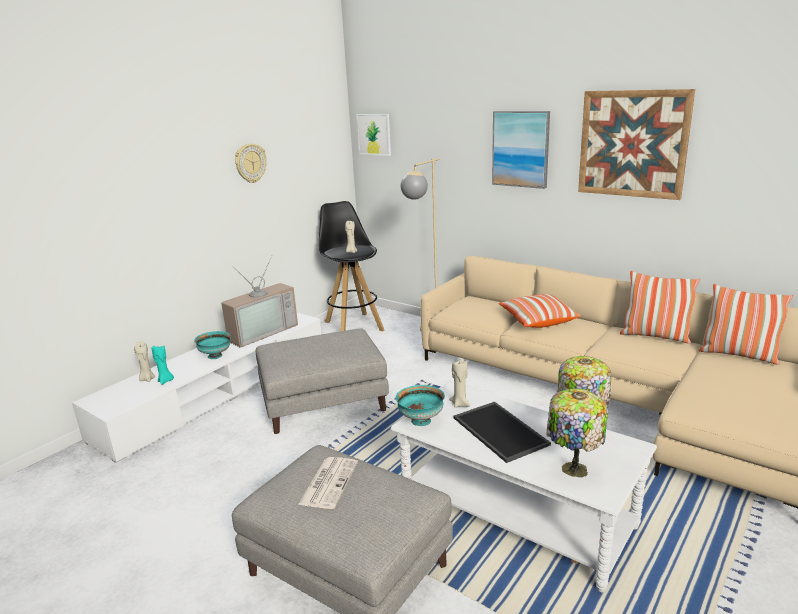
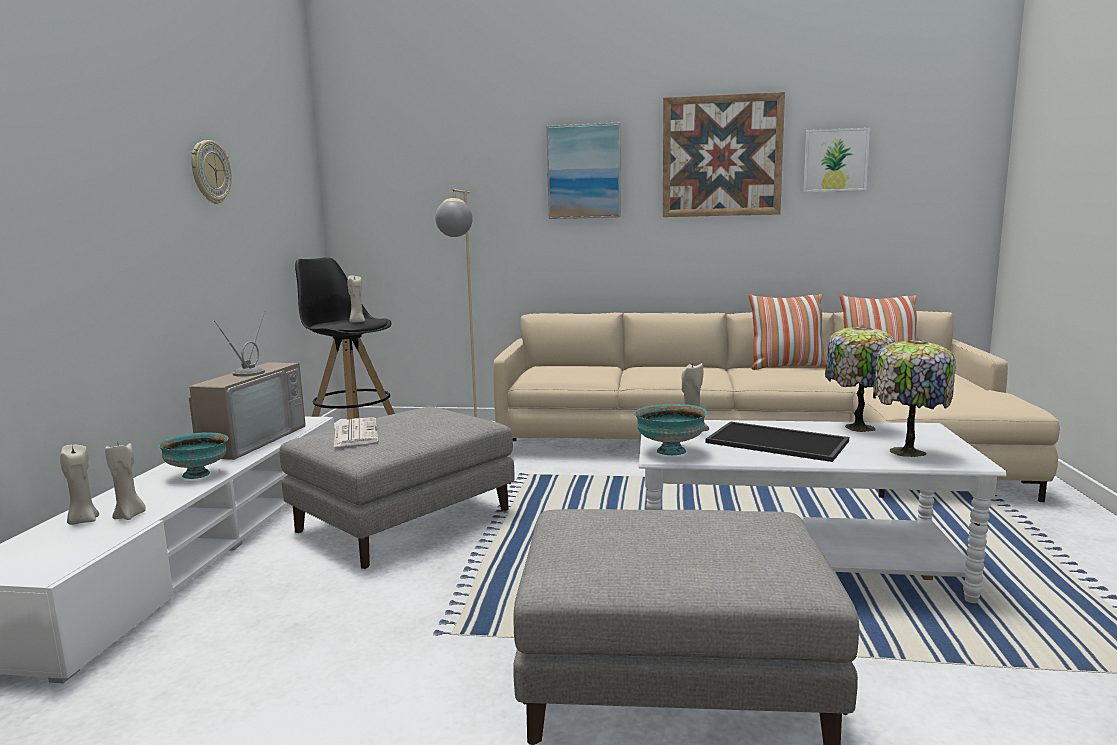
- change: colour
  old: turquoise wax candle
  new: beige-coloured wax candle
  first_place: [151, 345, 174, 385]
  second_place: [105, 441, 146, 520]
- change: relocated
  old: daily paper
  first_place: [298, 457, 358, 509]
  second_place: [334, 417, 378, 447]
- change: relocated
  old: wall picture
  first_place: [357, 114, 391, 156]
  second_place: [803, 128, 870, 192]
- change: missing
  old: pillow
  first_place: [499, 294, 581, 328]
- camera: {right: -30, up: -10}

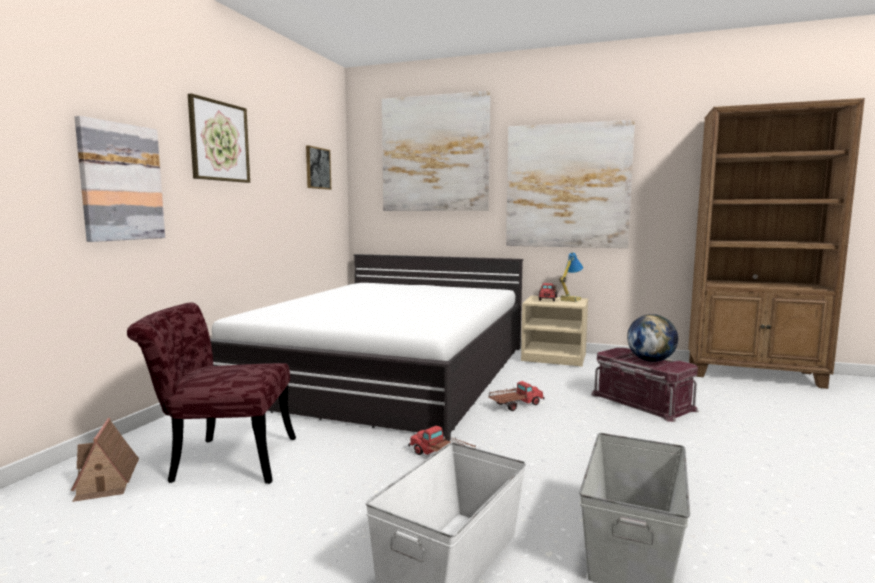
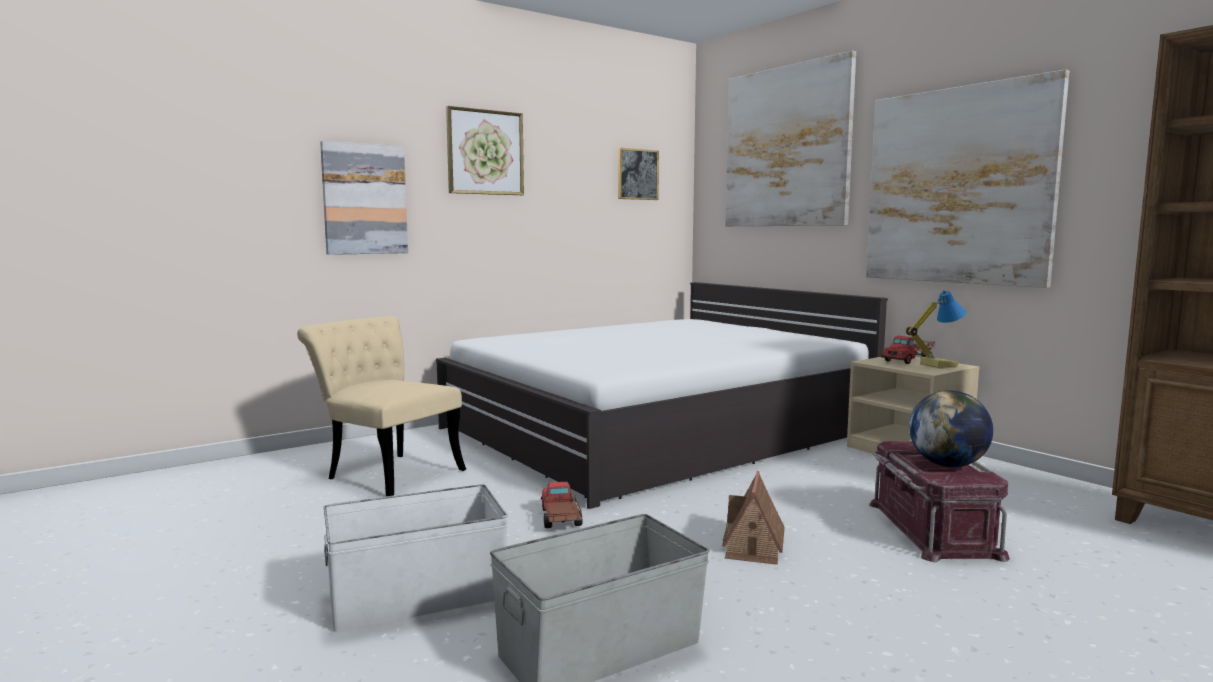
- change: relocated
  old: model house
  first_place: [71, 418, 139, 502]
  second_place: [722, 471, 785, 565]
- change: colour
  old: red plain chair
  new: beige-coloured plain chair
  first_place: [127, 302, 296, 484]
  second_place: [297, 316, 466, 496]
- change: missing
  old: toy truck
  first_place: [488, 381, 545, 411]
- camera: {right: 35, up: 0}

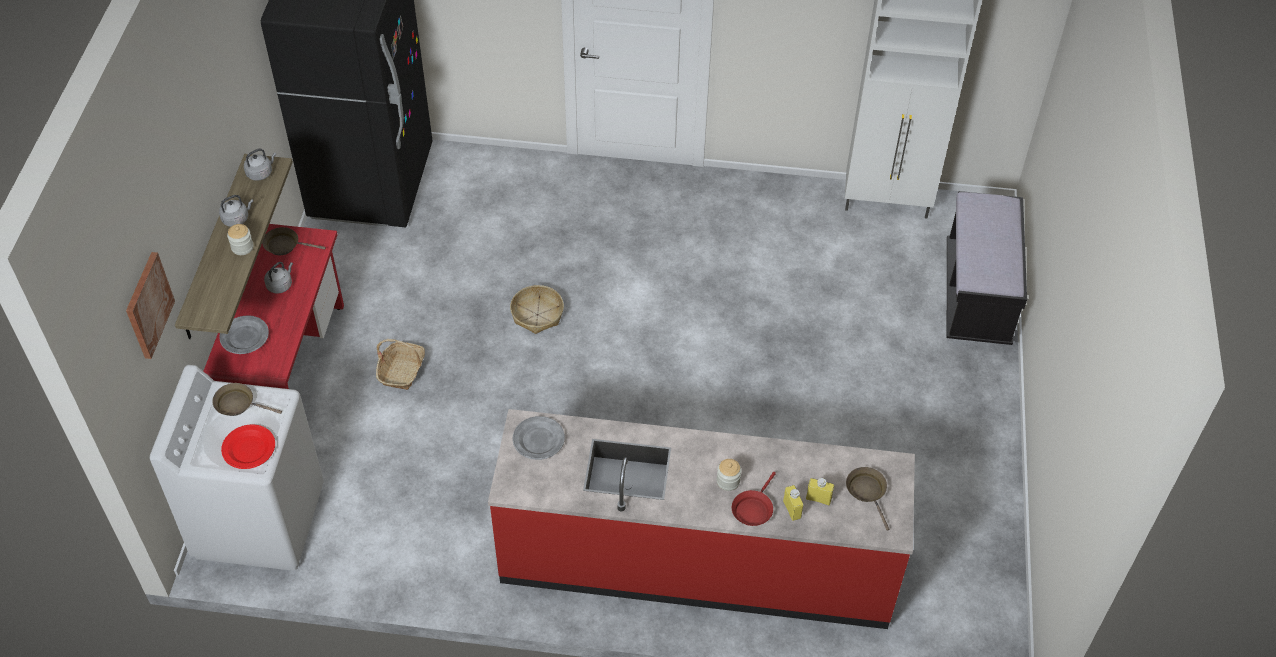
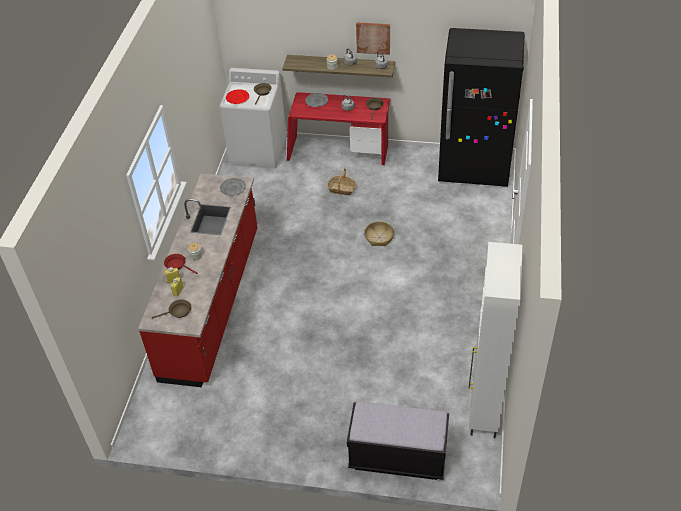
- change: relocated
  old: wall picture
  first_place: [126, 252, 175, 359]
  second_place: [356, 22, 390, 55]
- camera: {right: 95, up: -5}

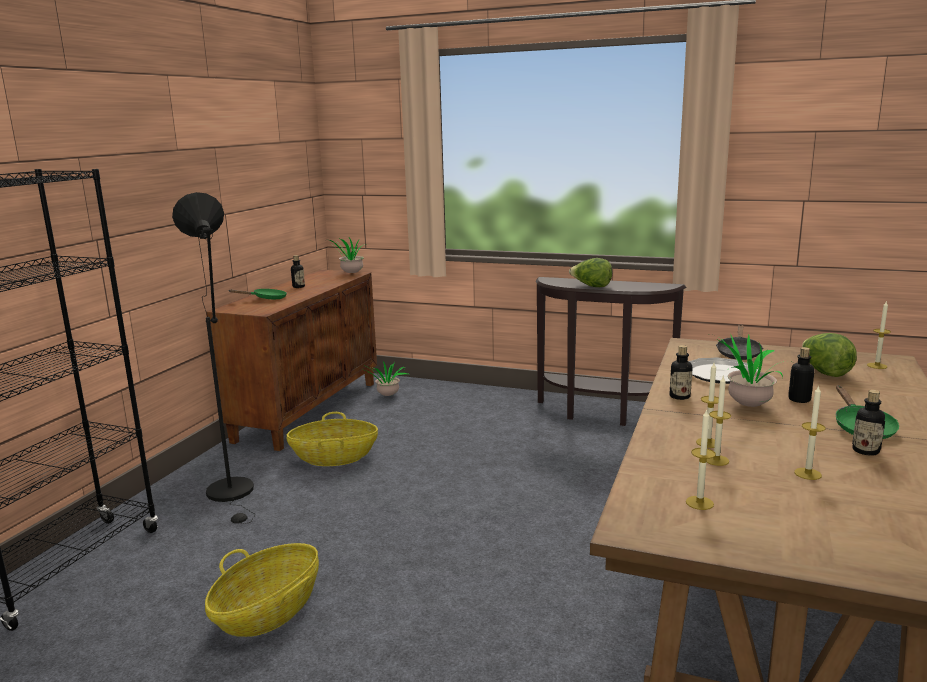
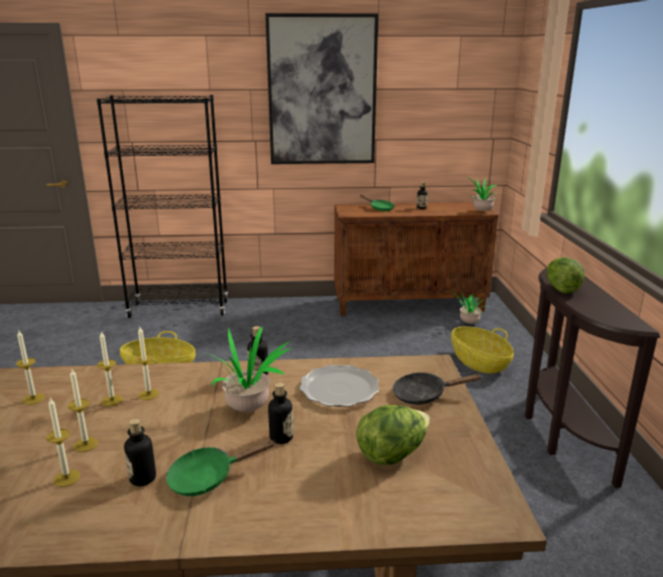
- change: missing
  old: black standing lamp
  first_place: [172, 192, 255, 524]
- change: relocated
  old: storage basket
  first_place: [287, 412, 378, 466]
  second_place: [451, 327, 514, 373]
- change: relocated
  old: wax candle
  first_place: [867, 302, 891, 369]
  second_place: [46, 398, 80, 487]
- change: appeared
  new: wall picture
  second_place: [265, 13, 378, 164]
- camera: {right: 65, up: 5}

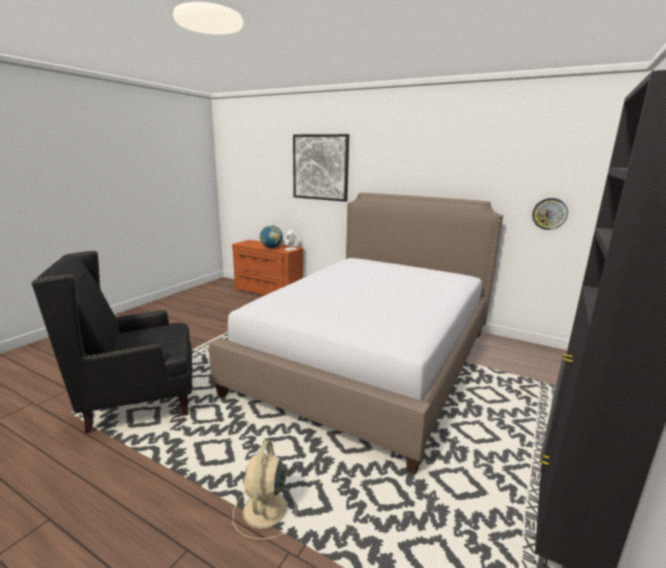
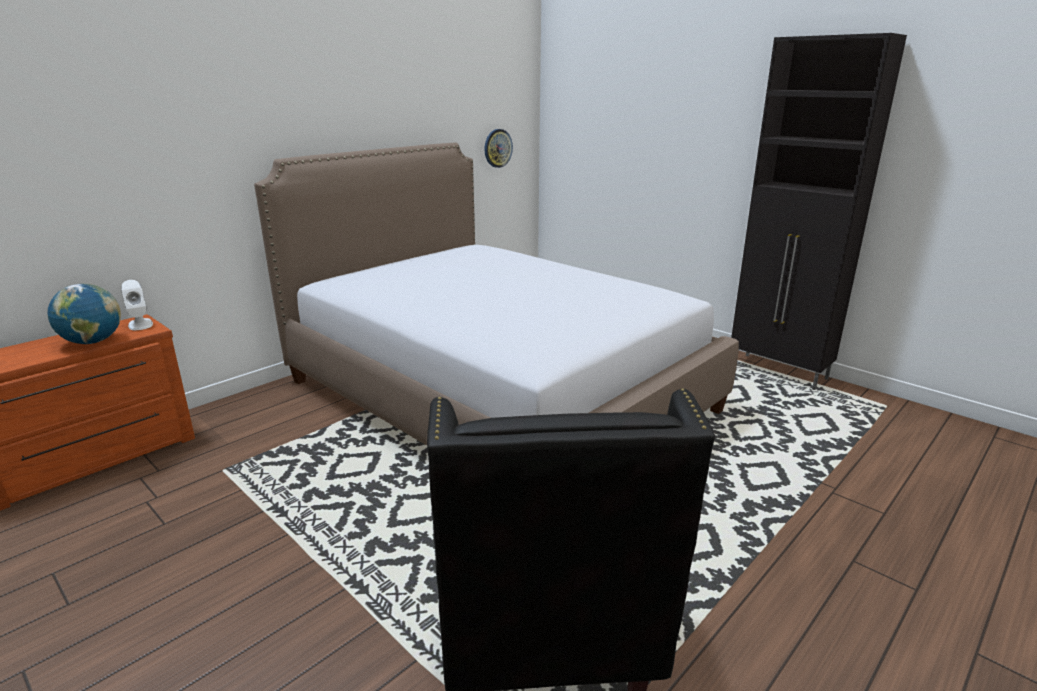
- change: missing
  old: beige-coloured cooling fan
  first_place: [233, 440, 296, 539]
- change: missing
  old: wall picture
  first_place: [293, 134, 349, 202]
- camera: {right: -75, up: 5}

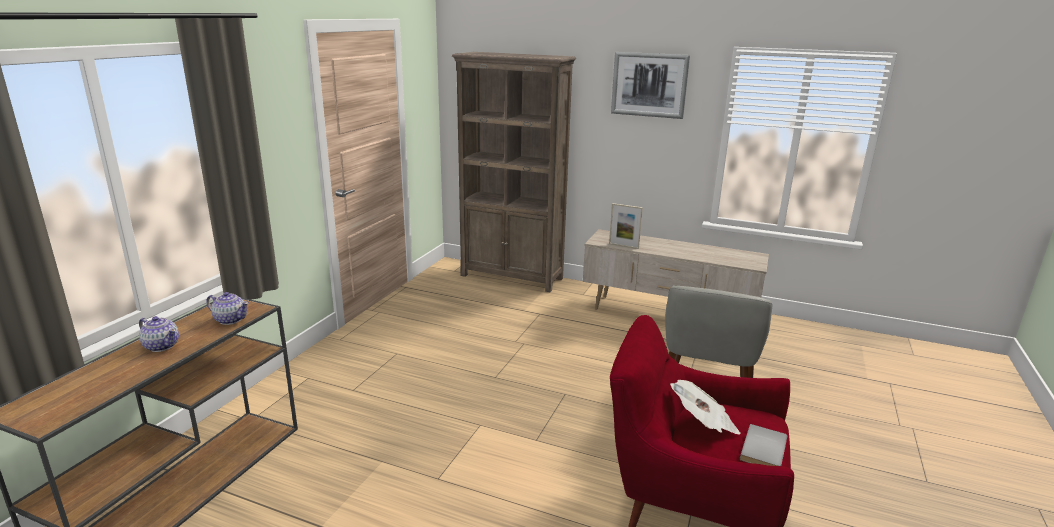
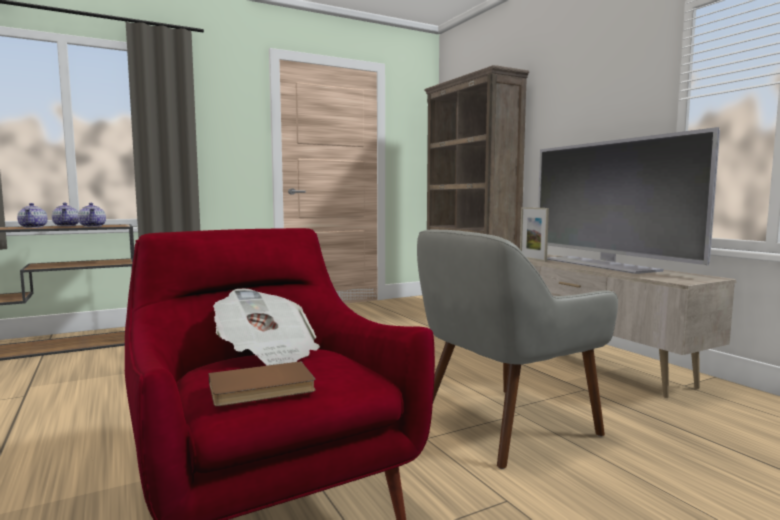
- change: missing
  old: wall picture
  first_place: [611, 52, 690, 119]
- change: colour
  old: grey book
  new: brown book
  first_place: [740, 424, 787, 466]
  second_place: [209, 361, 316, 406]
- change: appeared
  new: pot for tea
  second_place: [52, 203, 79, 226]
- change: appeared
  new: TV set
  second_place: [538, 127, 720, 274]
- camera: {right: 40, up: -15}

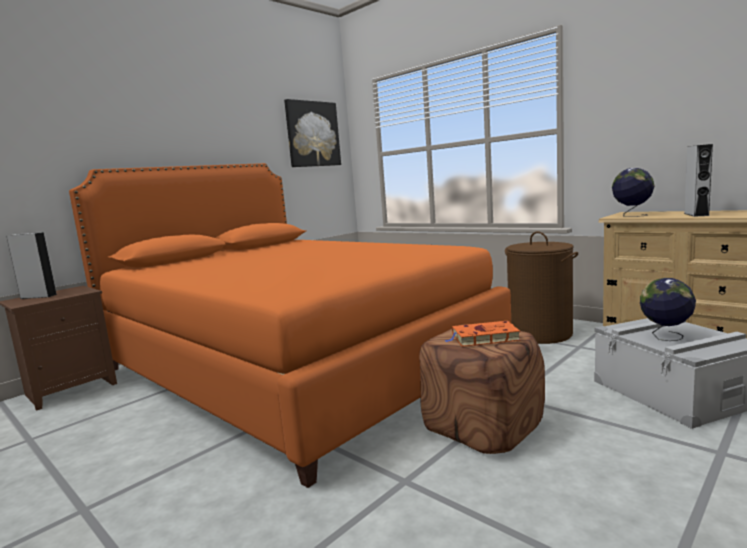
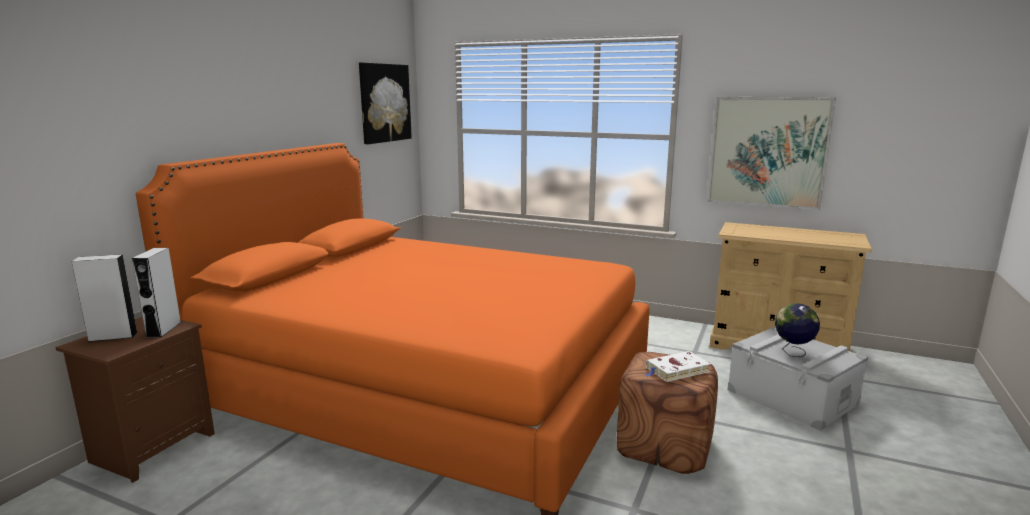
- change: colour
  old: orange-coloured book
  new: white book
  first_place: [444, 321, 521, 347]
  second_place: [645, 351, 710, 382]
- change: missing
  old: brown laundry basket
  first_place: [505, 231, 578, 344]
- change: missing
  old: world globe
  first_place: [612, 168, 654, 217]
- change: relocated
  old: grey speaker
  first_place: [684, 144, 713, 217]
  second_place: [132, 248, 181, 338]
- change: appeared
  new: wall picture
  second_place: [707, 97, 836, 210]
- camera: {right: -20, up: 5}

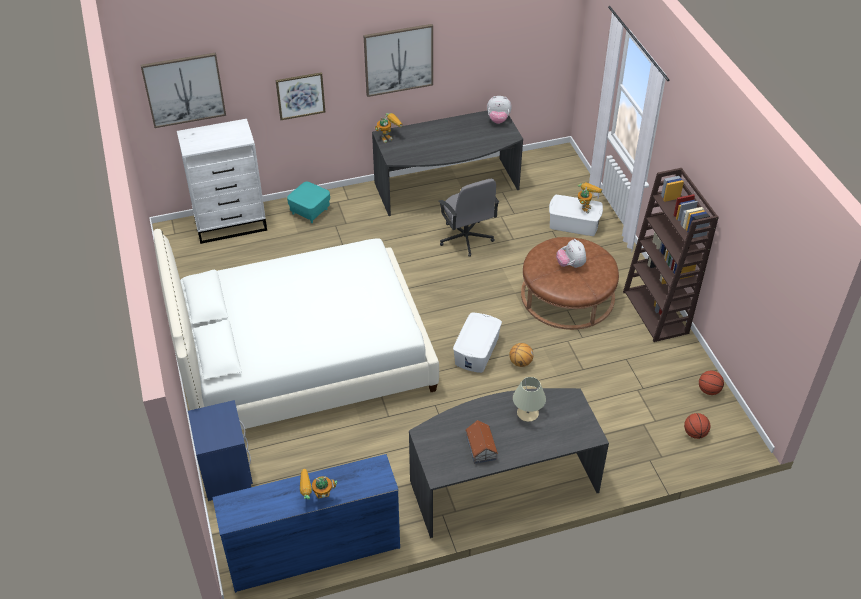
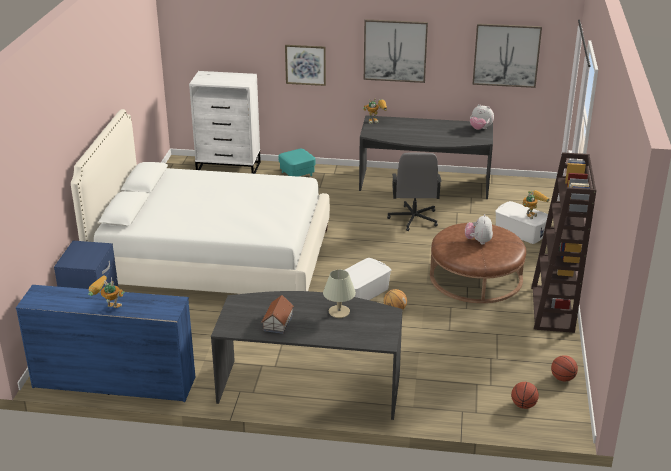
- change: relocated
  old: wall picture
  first_place: [141, 53, 226, 128]
  second_place: [472, 23, 542, 88]
- camera: {right: 25, up: -15}

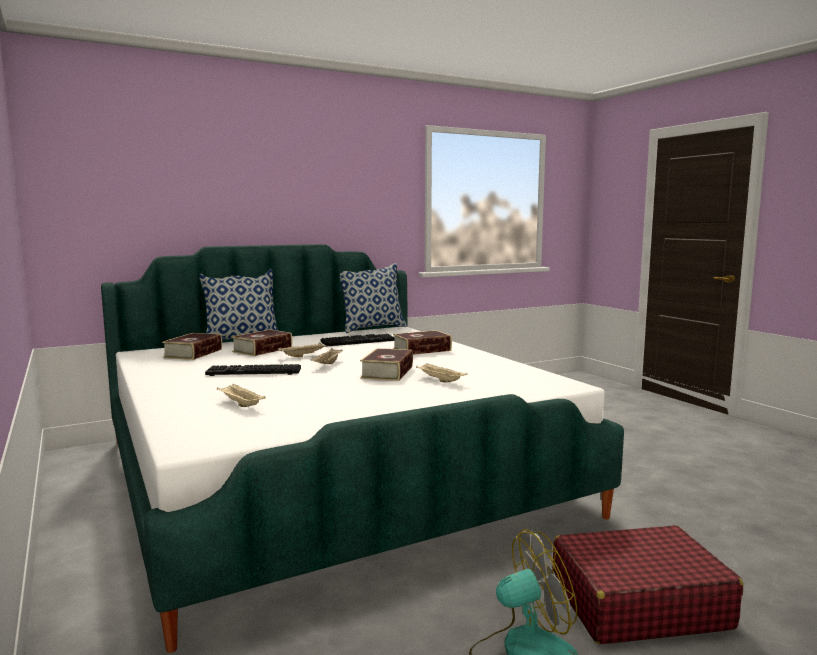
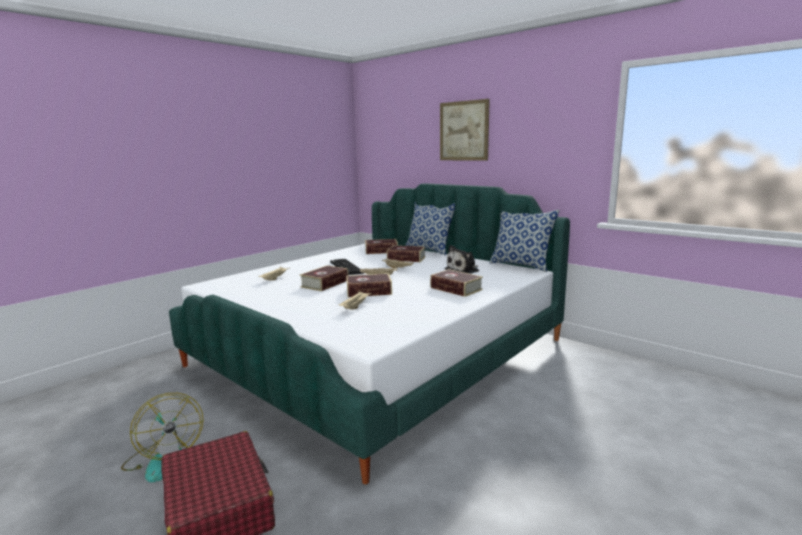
- change: exchanged
  old: computer keyboard
  new: soft toy
  first_place: [320, 334, 394, 346]
  second_place: [445, 245, 479, 274]
- change: appeared
  new: book
  second_place: [299, 265, 349, 291]
- change: appeared
  new: wall picture
  second_place: [440, 99, 490, 161]
- camera: {right: 70, up: 5}

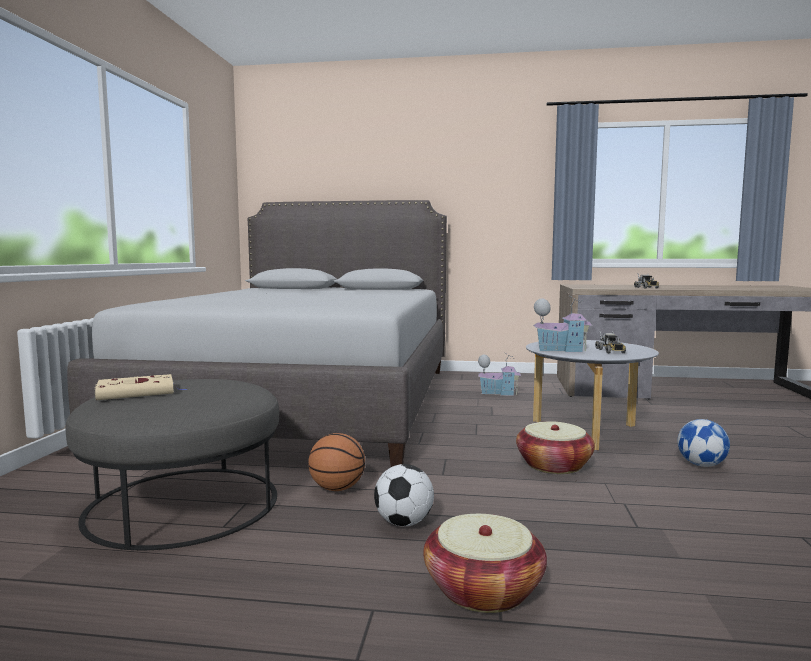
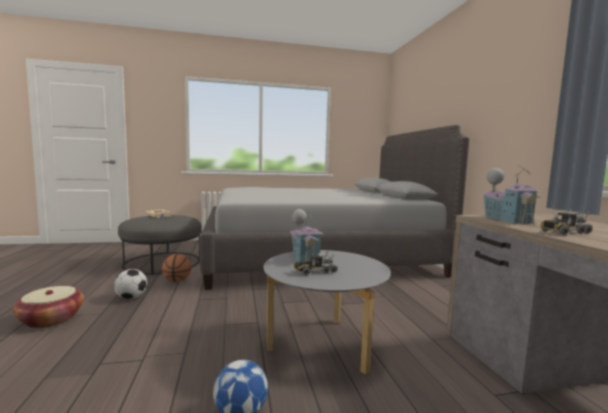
- change: relocated
  old: model house
  first_place: [478, 352, 521, 396]
  second_place: [481, 165, 541, 225]
- change: missing
  old: storage basket
  first_place: [516, 421, 595, 474]
- camera: {right: 70, up: 0}

